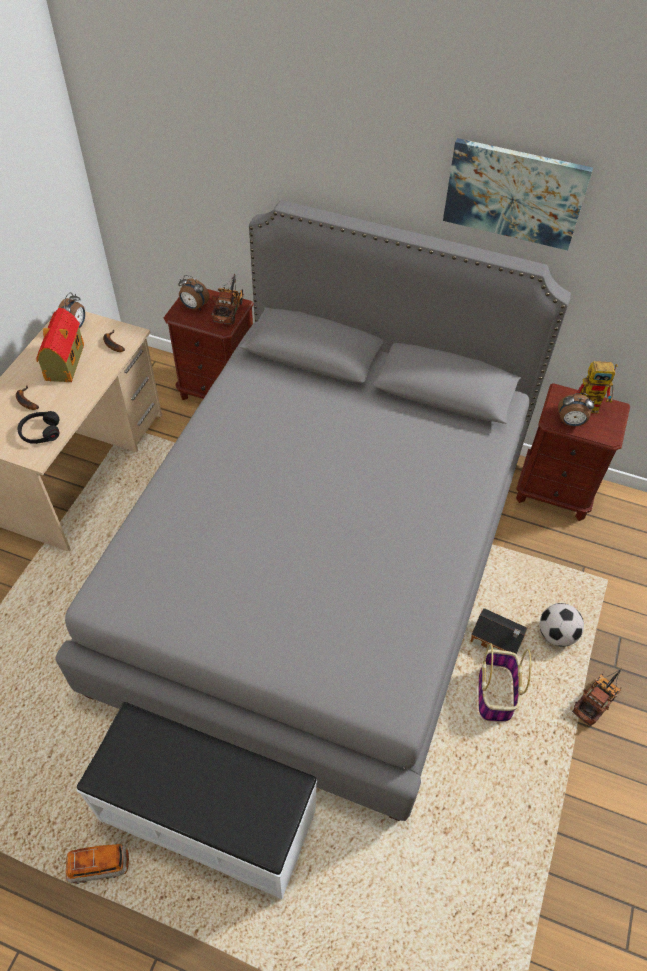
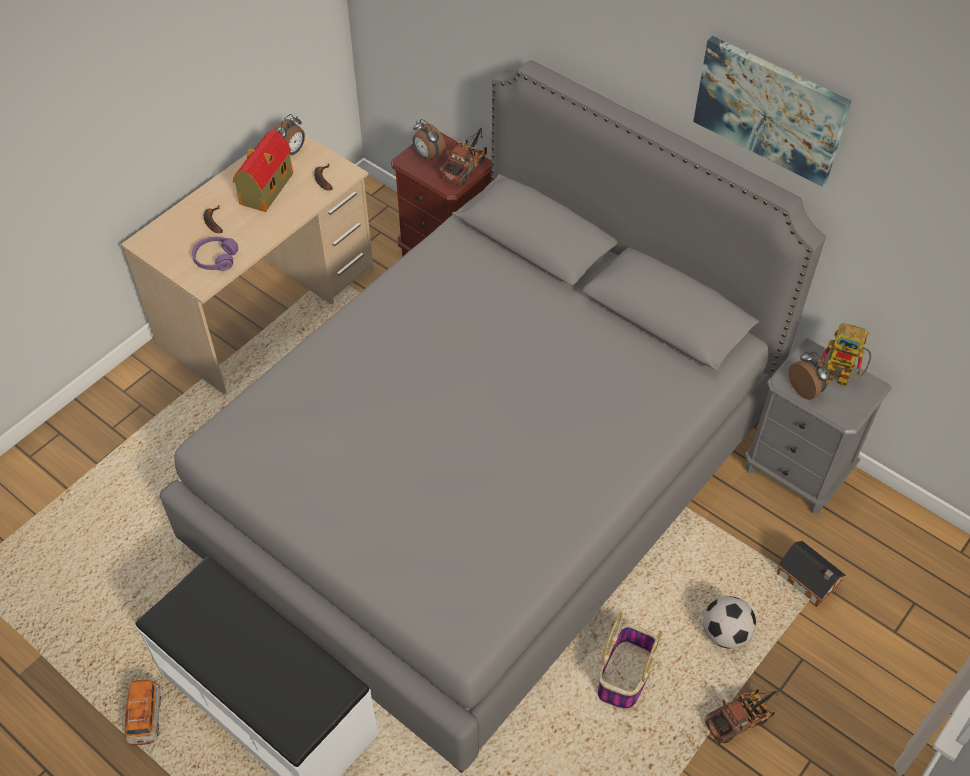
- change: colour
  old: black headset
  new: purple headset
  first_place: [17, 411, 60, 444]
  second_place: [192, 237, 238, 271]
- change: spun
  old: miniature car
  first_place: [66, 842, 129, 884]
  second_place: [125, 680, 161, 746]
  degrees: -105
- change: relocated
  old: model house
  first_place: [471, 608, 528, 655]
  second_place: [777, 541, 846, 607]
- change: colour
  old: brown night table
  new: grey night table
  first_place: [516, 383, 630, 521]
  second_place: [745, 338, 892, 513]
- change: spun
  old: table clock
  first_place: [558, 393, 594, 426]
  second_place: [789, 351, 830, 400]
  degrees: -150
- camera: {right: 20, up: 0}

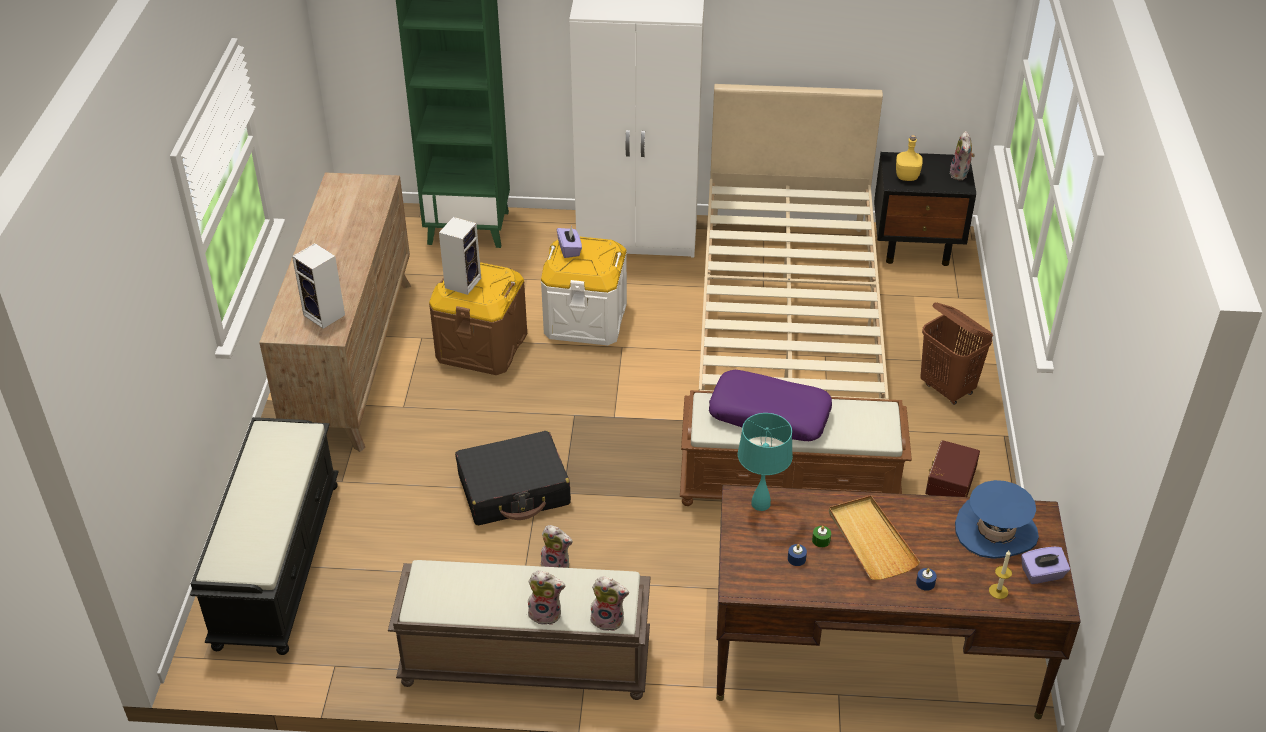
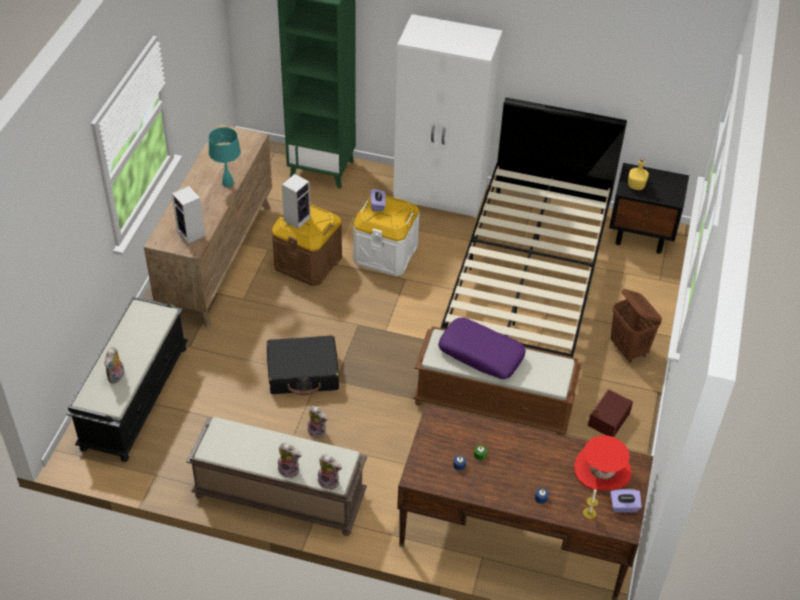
- change: colour
  old: beige-coloured sleeping bed
  new: black sleeping bed
  first_place: [699, 84, 890, 400]
  second_place: [441, 97, 627, 357]
- change: relocated
  old: turquoise tabletop lamp
  first_place: [738, 413, 793, 511]
  second_place: [209, 127, 241, 187]
- change: missing
  old: beige-coloured serving tray
  first_place: [829, 496, 920, 580]
- change: relocated
  old: soft toy
  first_place: [950, 131, 975, 180]
  second_place: [105, 347, 124, 384]
- change: colour
  old: bluish wearable hat
  new: red wearable hat
  first_place: [955, 480, 1039, 559]
  second_place: [574, 435, 632, 491]
- camera: {right: 10, up: 5}

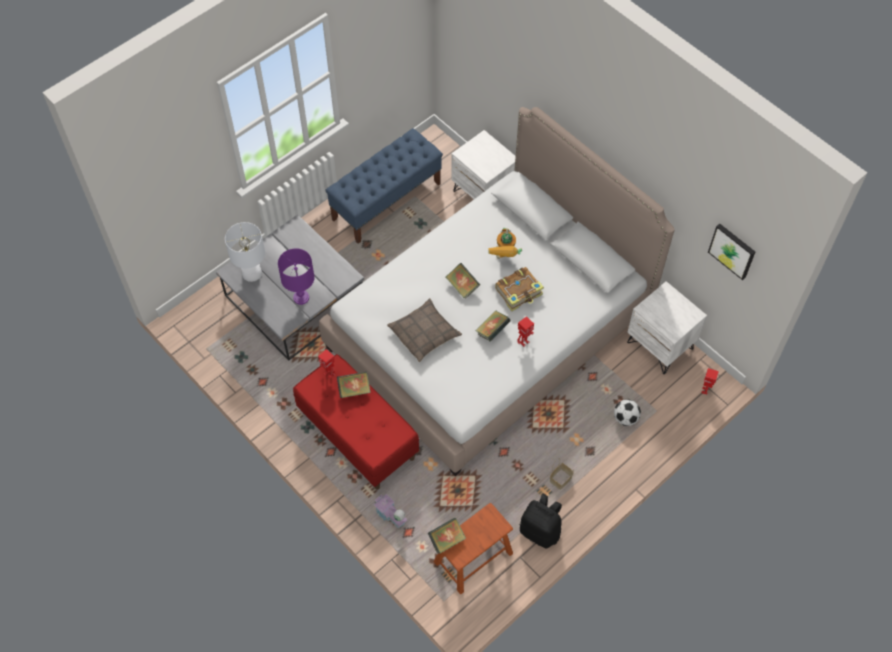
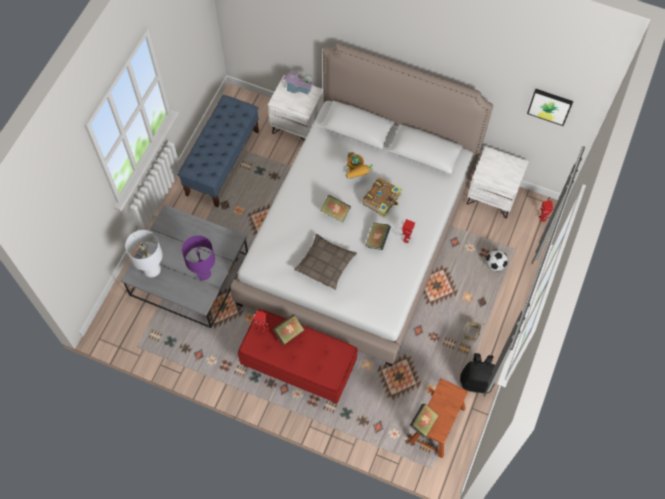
- change: relocated
  old: model house
  first_place: [374, 494, 408, 528]
  second_place: [283, 71, 314, 95]
- camera: {right: -25, up: 5}

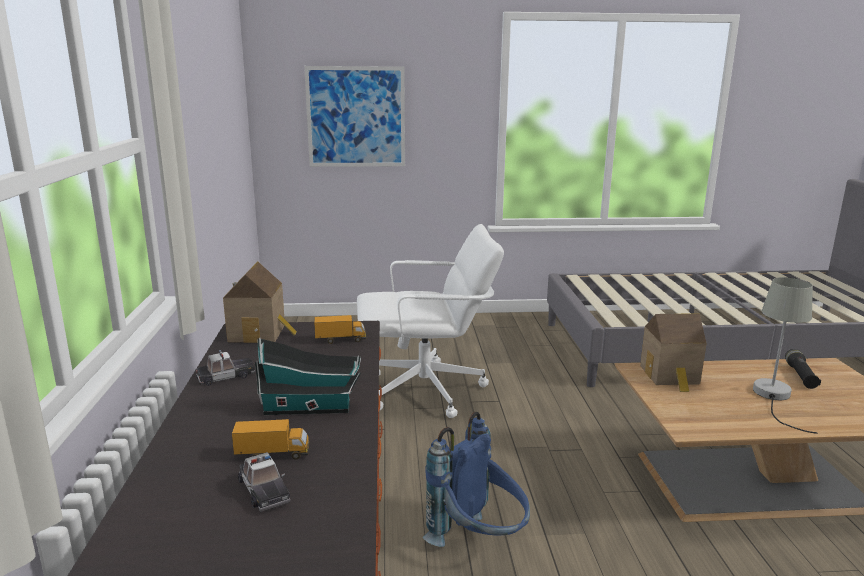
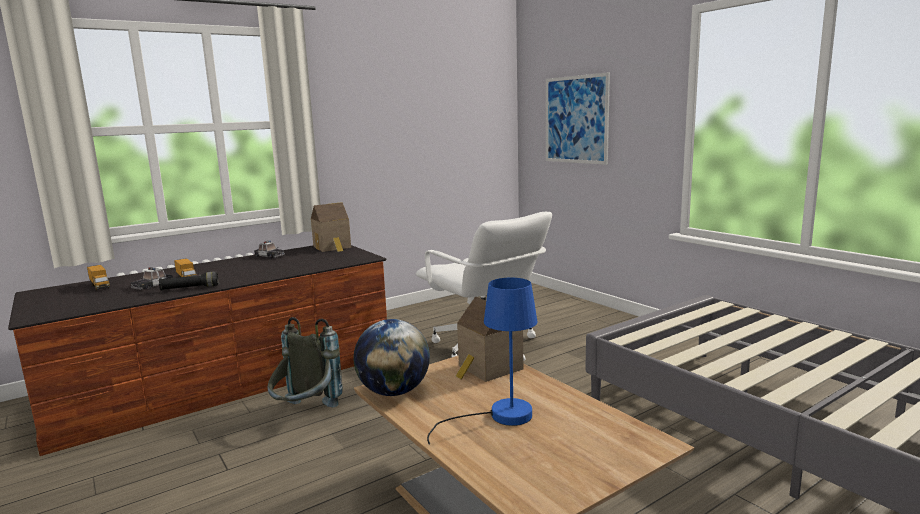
- change: missing
  old: model house
  first_place: [255, 337, 361, 415]
- change: relocated
  old: toy truck
  first_place: [314, 315, 366, 344]
  second_place: [87, 265, 110, 290]
- change: colour
  old: bluish rucksack
  new: grey rucksack
  first_place: [423, 412, 530, 547]
  second_place: [267, 317, 343, 408]
- change: colour
  old: grey tabletop lamp
  new: bluish tabletop lamp
  first_place: [753, 277, 817, 434]
  second_place: [427, 278, 538, 445]
- change: relocated
  old: black torch
  first_place: [785, 349, 821, 389]
  second_place: [159, 272, 219, 291]
- change: appeared
  new: world globe
  second_place: [353, 319, 430, 396]
- camera: {right: 60, up: -5}

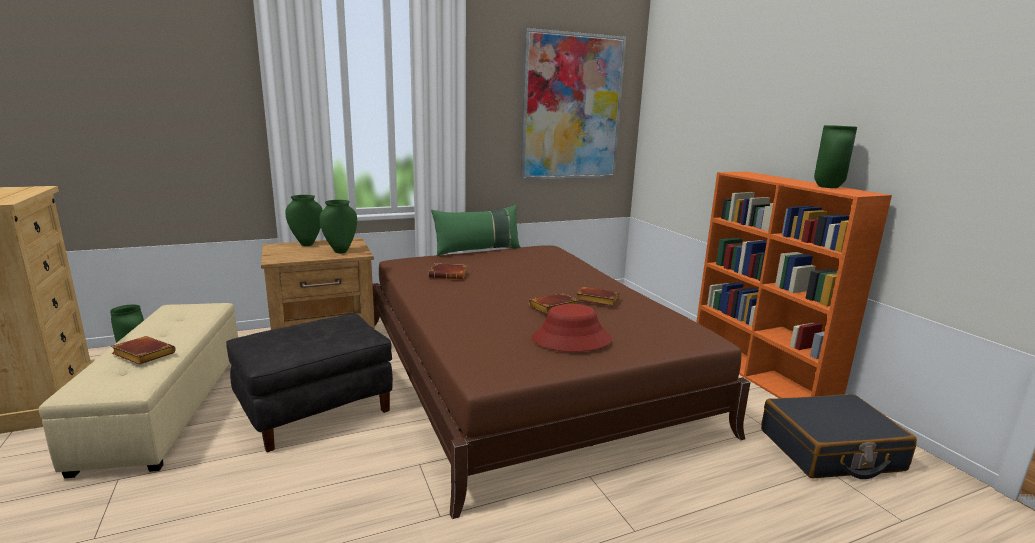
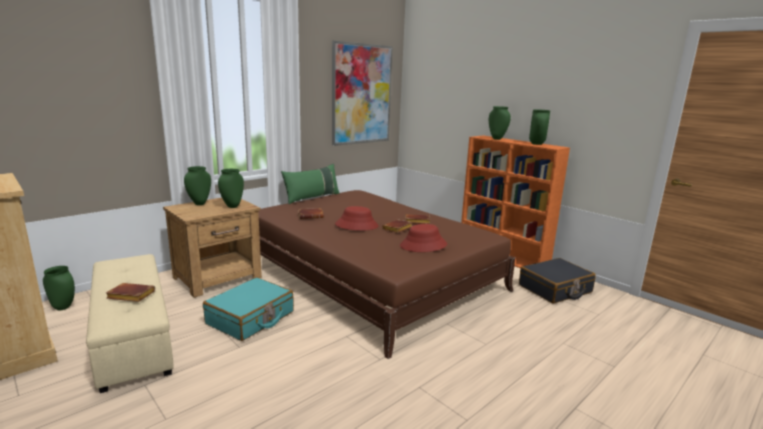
- change: exchanged
  old: black pouffe
  new: turquoise travel case
  first_place: [226, 313, 393, 452]
  second_place: [203, 278, 294, 341]
- change: appeared
  new: red wearable hat
  second_place: [335, 206, 379, 231]
- change: appeared
  new: green-coloured vase
  second_place: [489, 106, 511, 140]
- camera: {right: -20, up: 0}

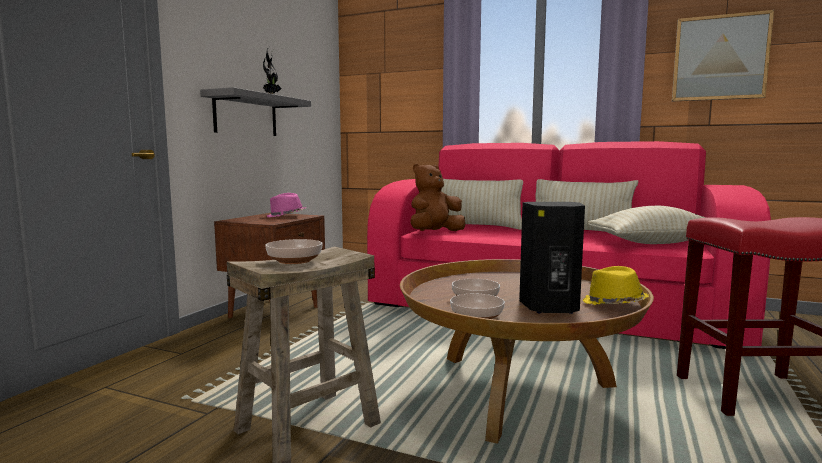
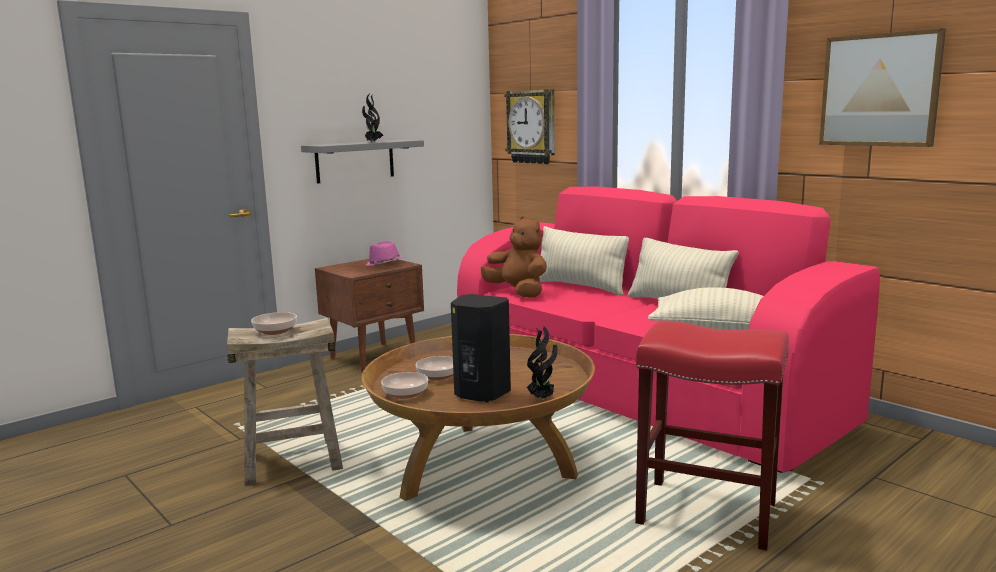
- change: spun
  old: brown soft toy
  first_place: [410, 164, 465, 231]
  second_place: [481, 216, 547, 298]
  degrees: 60
- change: exchanged
  old: yellowish wearable hat
  new: houseplant
  first_place: [582, 266, 649, 305]
  second_place: [527, 327, 558, 400]
- change: appeared
  new: hanging clock
  second_place: [504, 89, 555, 164]
- camera: {right: 25, up: 5}

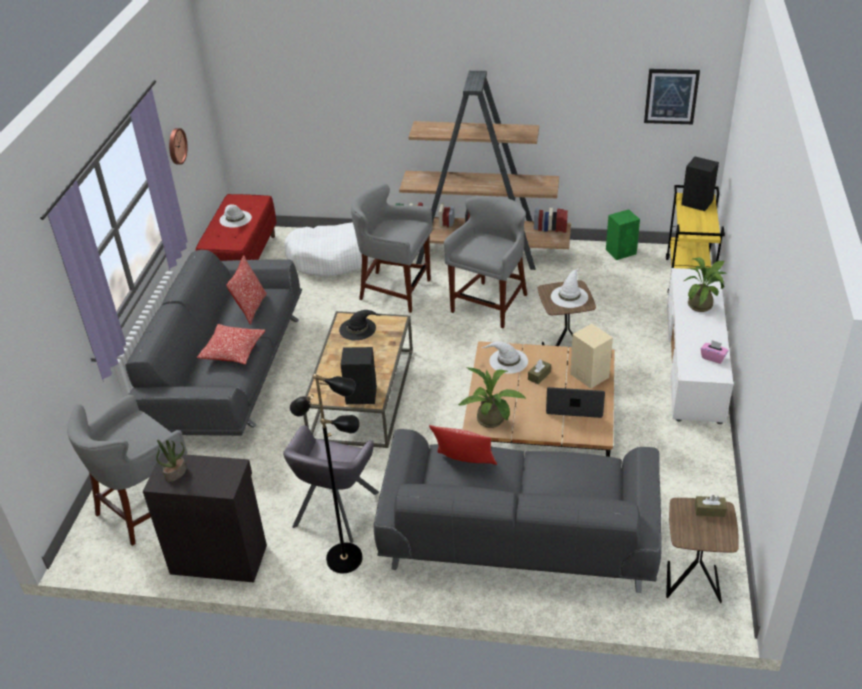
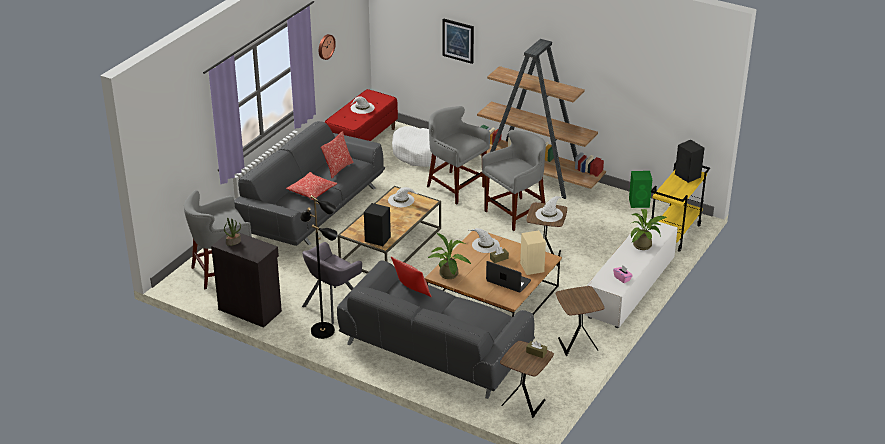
- change: colour
  old: black wearable hat
  new: white wearable hat
  first_place: [339, 310, 381, 340]
  second_place: [388, 187, 417, 207]
- change: relocated
  old: wall picture
  first_place: [644, 69, 700, 124]
  second_place: [443, 18, 474, 64]
- change: appeared
  new: brown end table
  second_place: [556, 286, 604, 356]
- camera: {right: 20, up: -5}

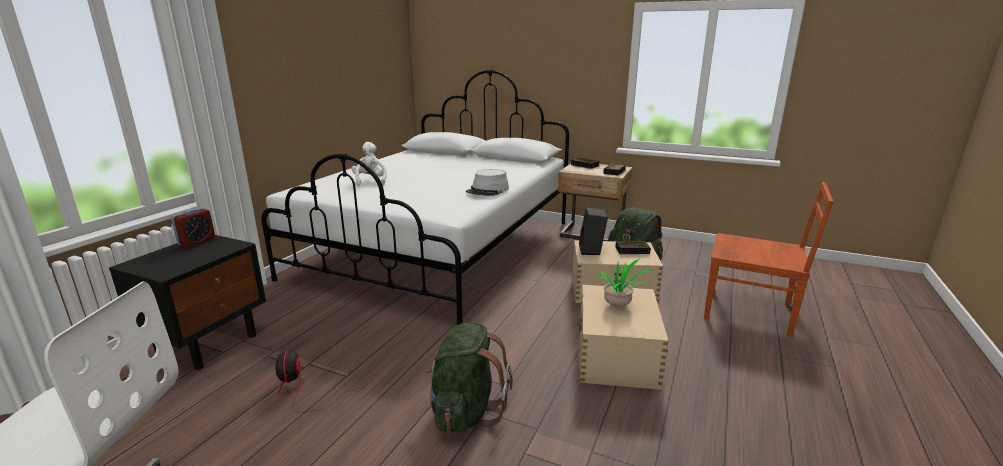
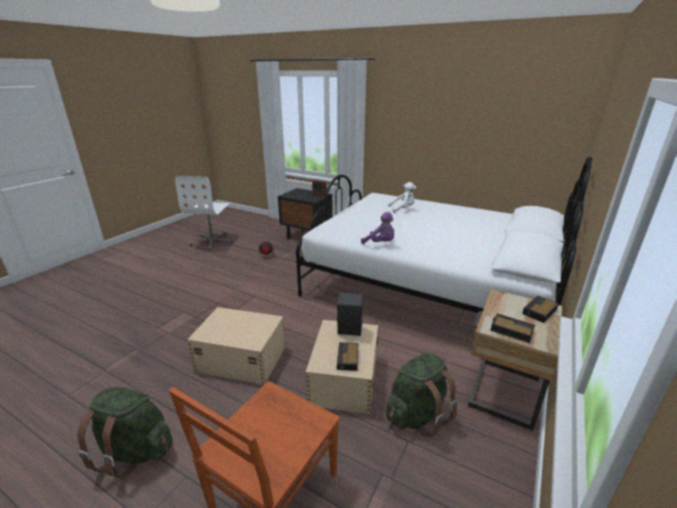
- change: relocated
  old: green-coloured rucksack
  first_place: [425, 323, 513, 433]
  second_place: [77, 387, 173, 479]
- change: exchanged
  old: grey wearable hat
  new: purple soft toy
  first_place: [466, 169, 509, 196]
  second_place: [361, 212, 394, 244]
- change: missing
  old: houseplant
  first_place: [597, 258, 651, 307]
- camera: {right: 95, up: 5}

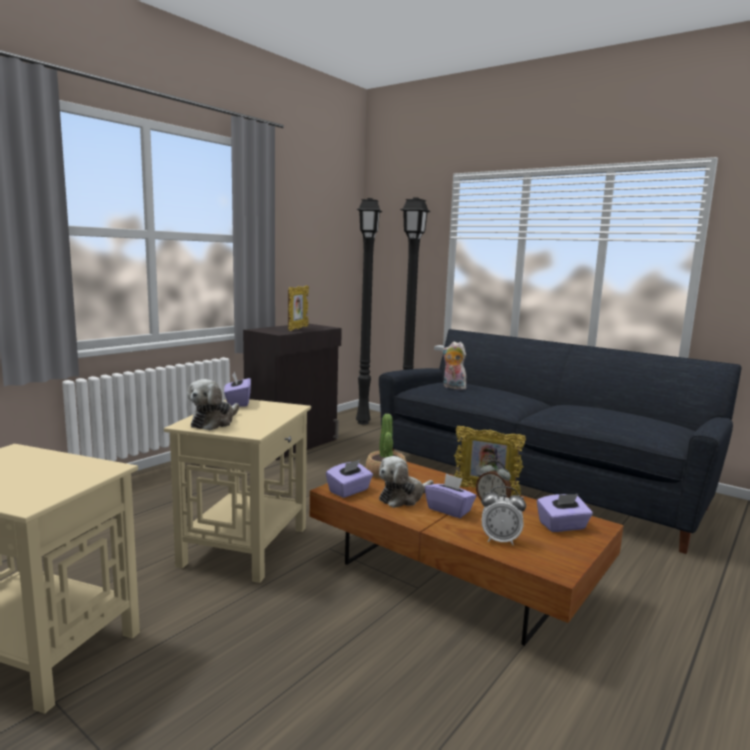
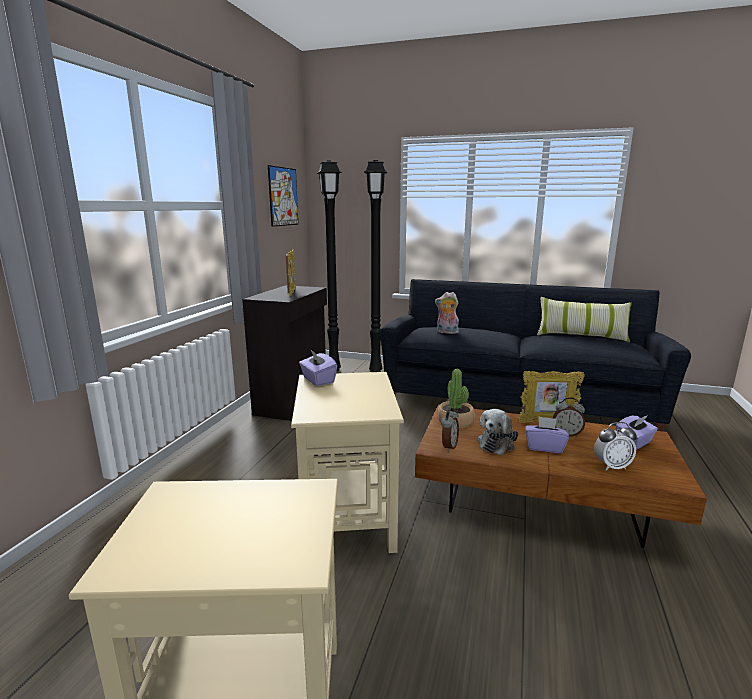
- change: missing
  old: soft toy
  first_place: [187, 379, 239, 430]
- change: exchanged
  old: purple tissue holder
  new: table clock
  first_place: [326, 460, 373, 498]
  second_place: [441, 408, 459, 452]
- change: appeared
  new: wall picture
  second_place: [268, 165, 298, 227]
- change: appeared
  new: pillow
  second_place: [537, 297, 632, 342]
- camera: {right: -20, up: 5}

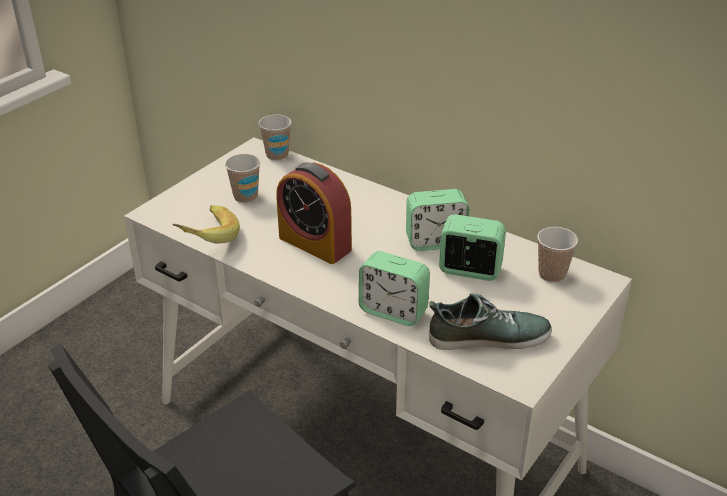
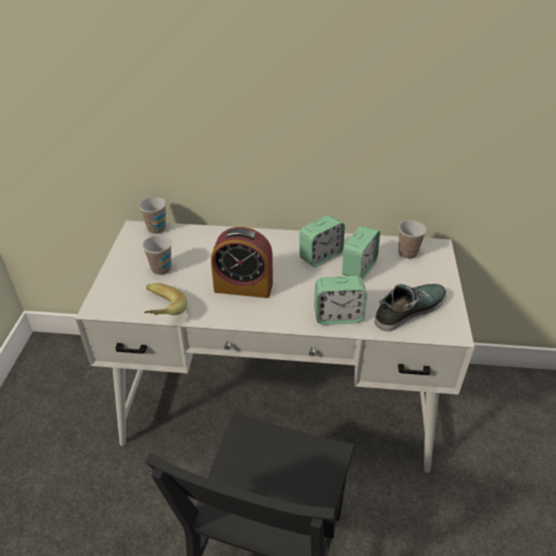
- change: spun
  old: table clock
  first_place: [439, 214, 506, 281]
  second_place: [342, 226, 380, 279]
  degrees: 135
- camera: {right: -30, up: 5}

